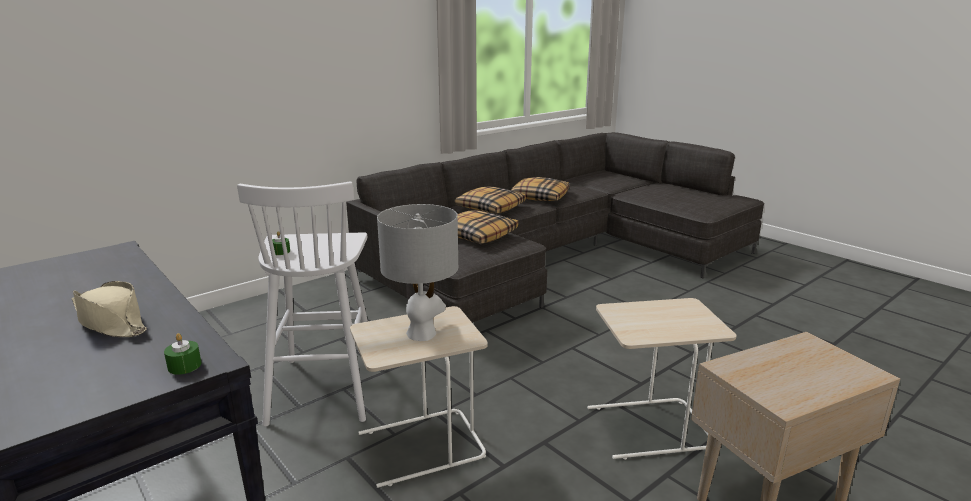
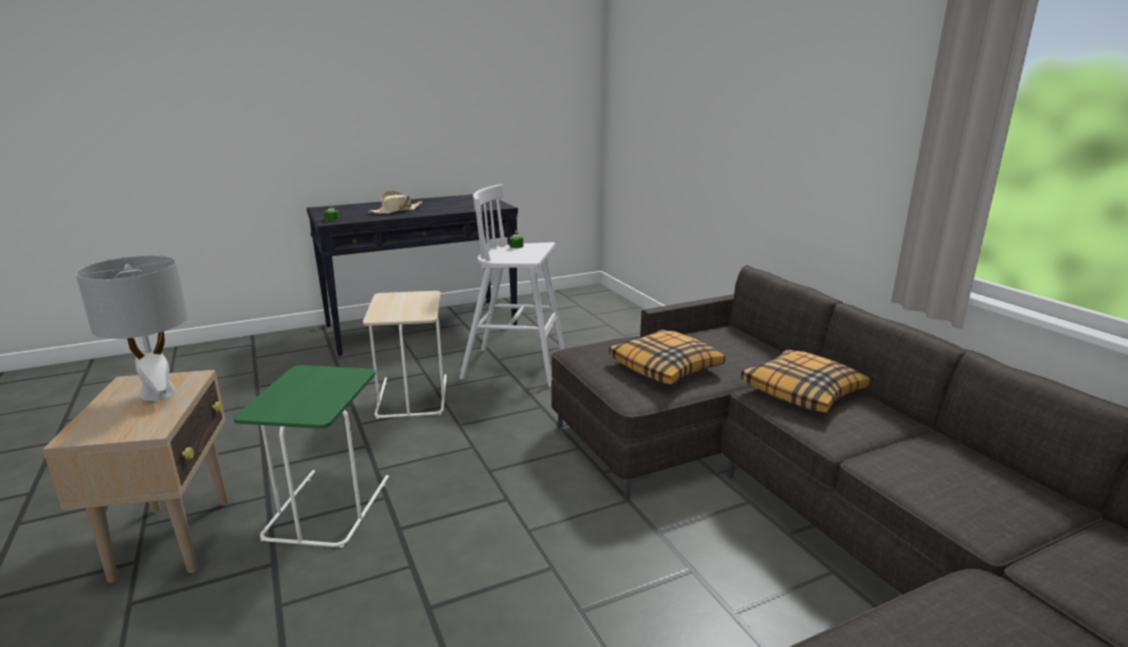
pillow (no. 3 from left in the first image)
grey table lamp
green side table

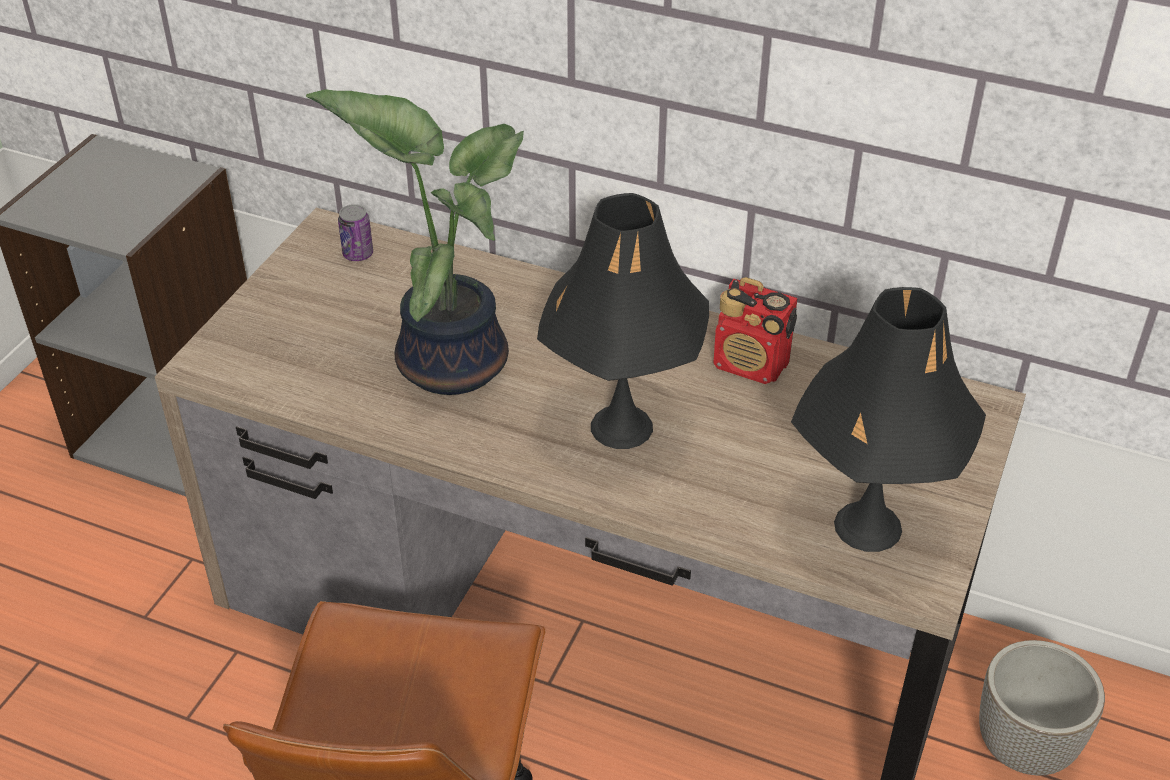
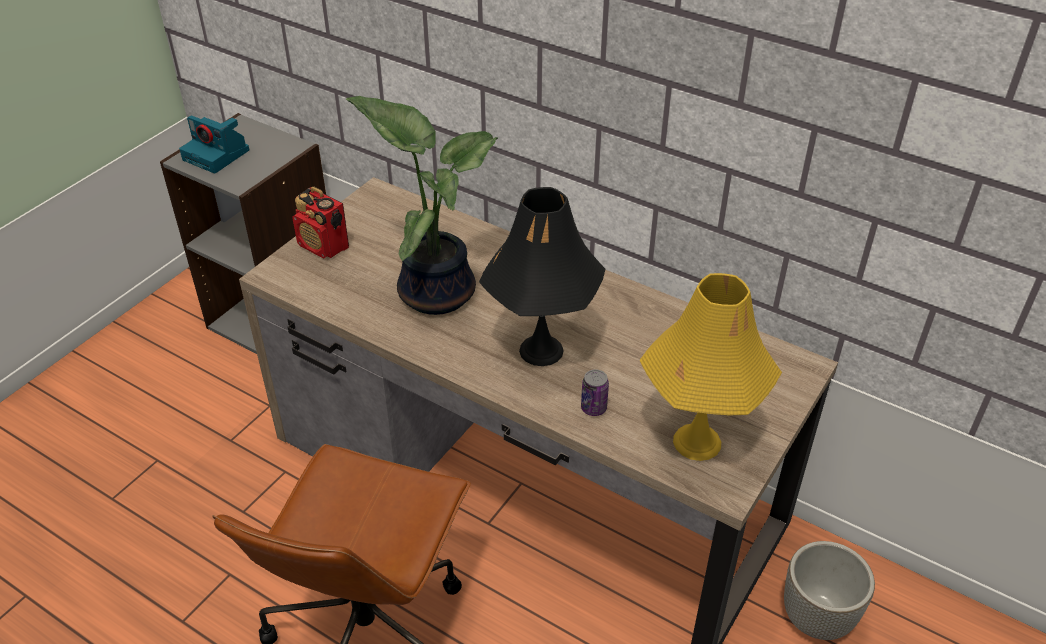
photo camera
can
radio
yellow table lamp

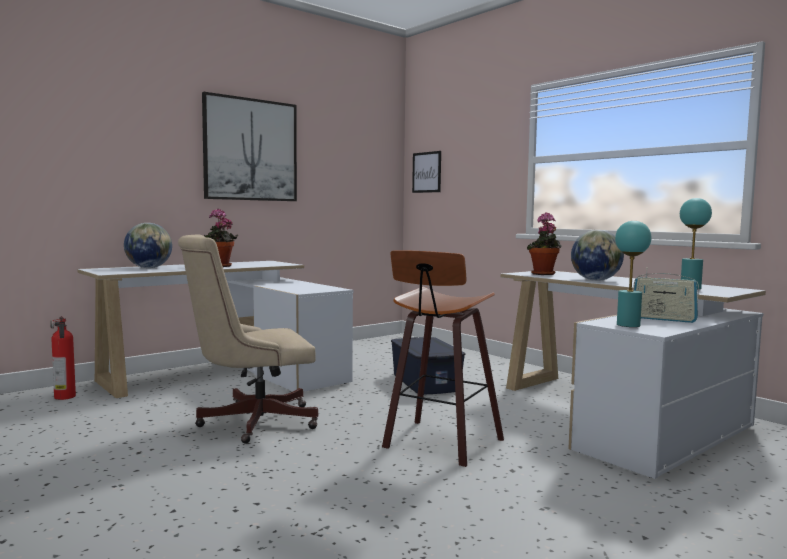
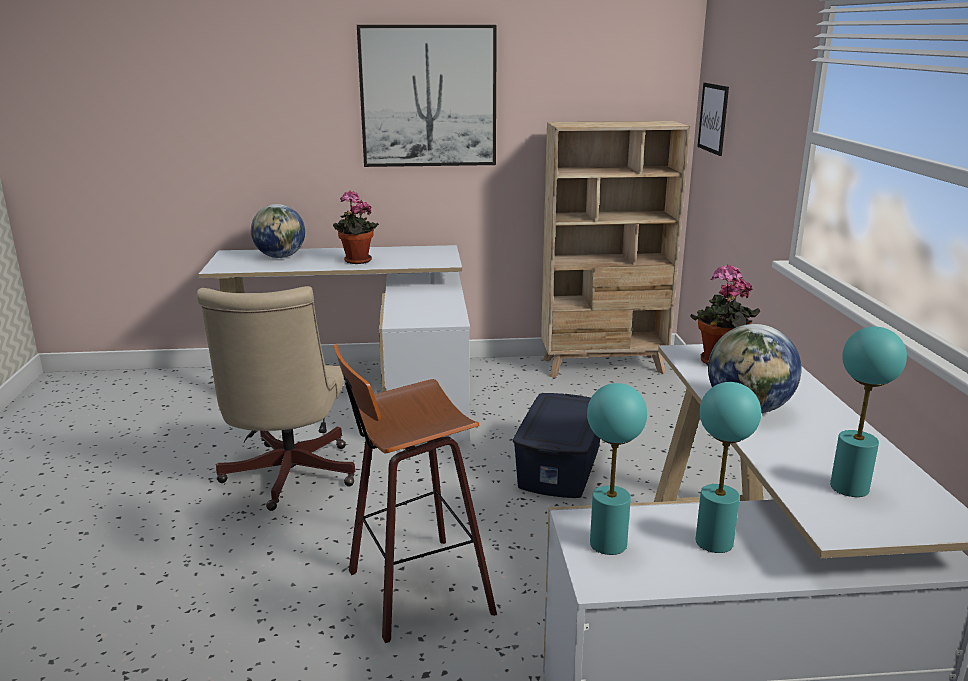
fire extinguisher
beige bookcase
turquoise table lamp (no. 2 from left)
beige office chair

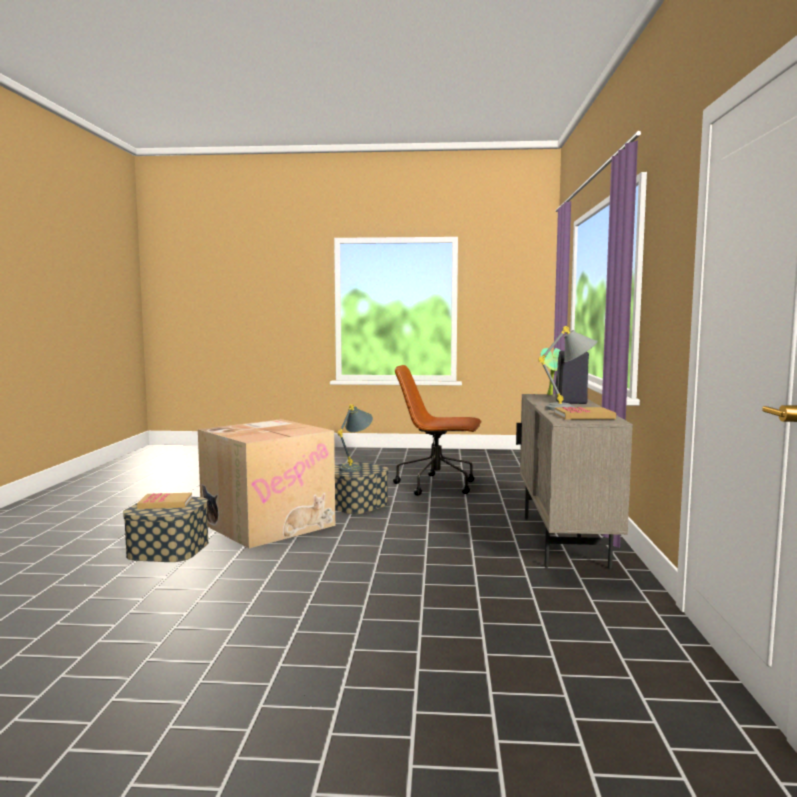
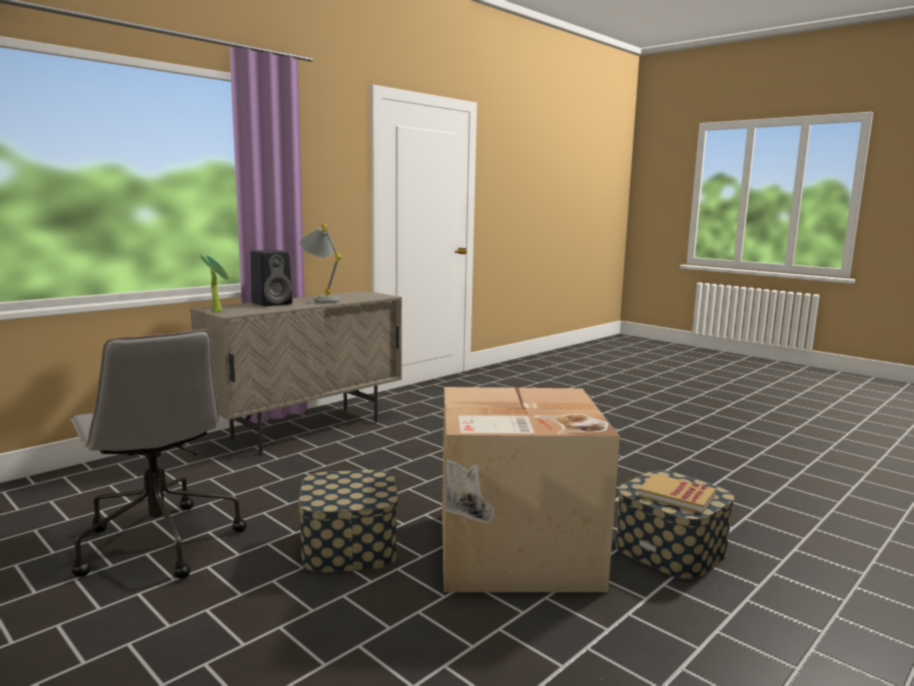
grey table lamp (no. 1 from left in the first image)
book (no. 2 from left in the first image)
grey office chair

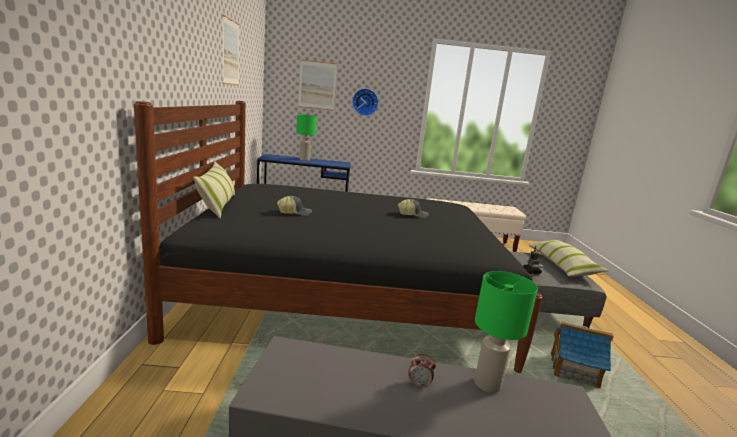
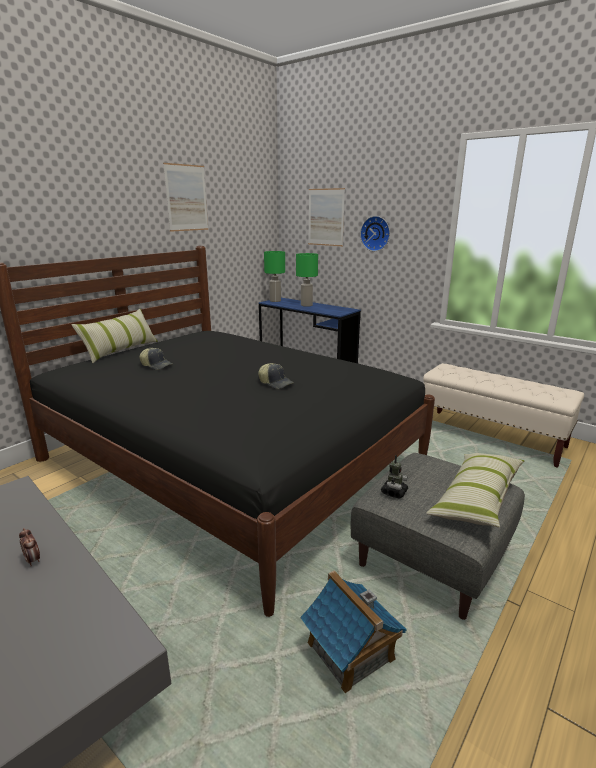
green table lamp (no. 1 from left)

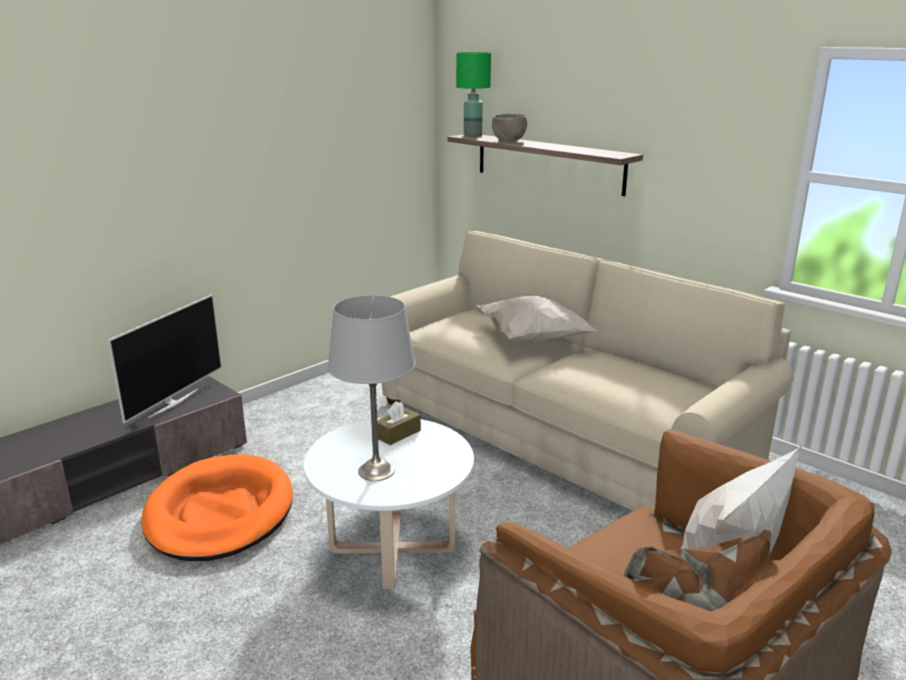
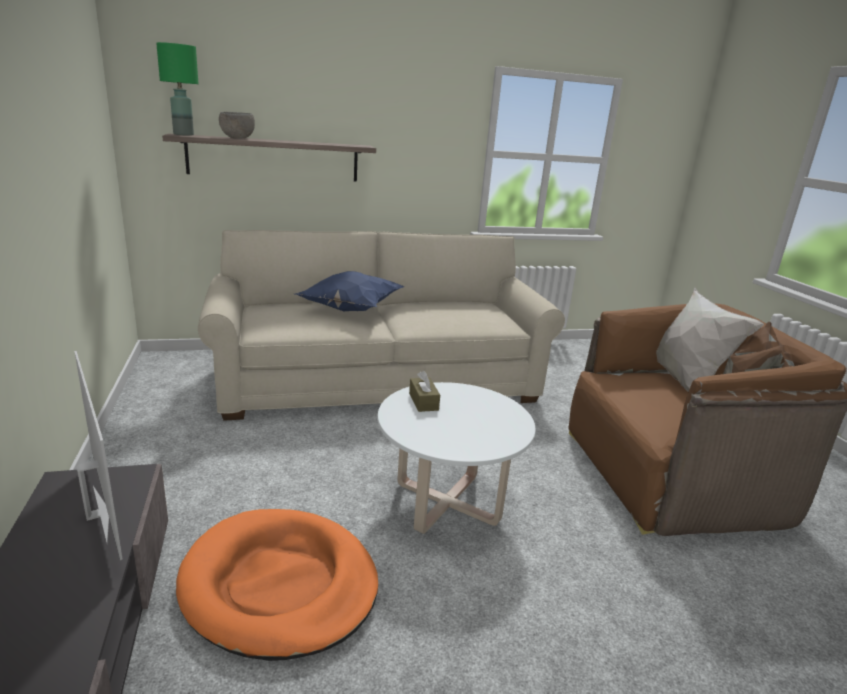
grey table lamp
blue pillow

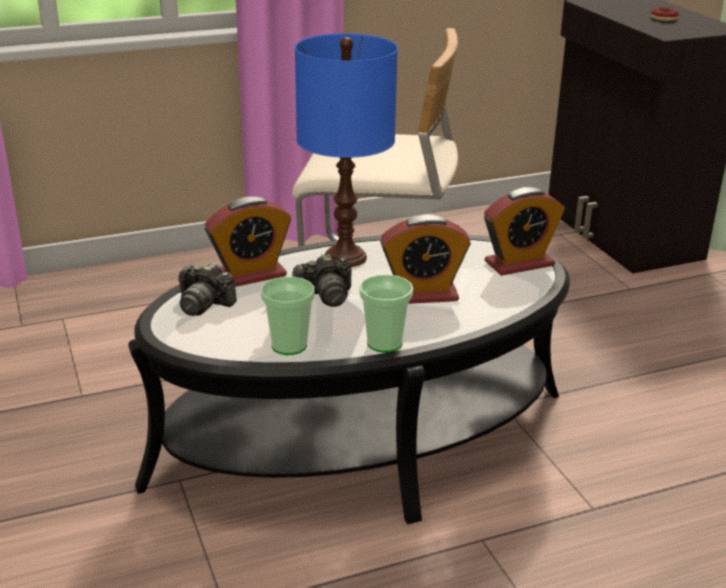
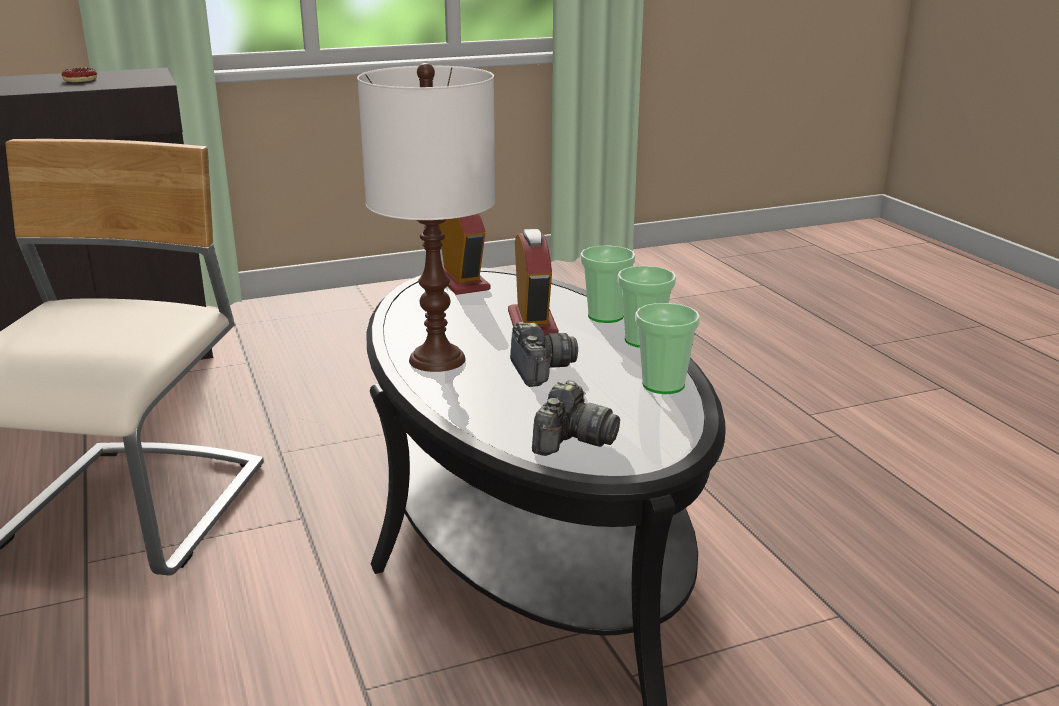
alarm clock (no. 1 from left in the first image)
cup (no. 1 from left)
white table lamp

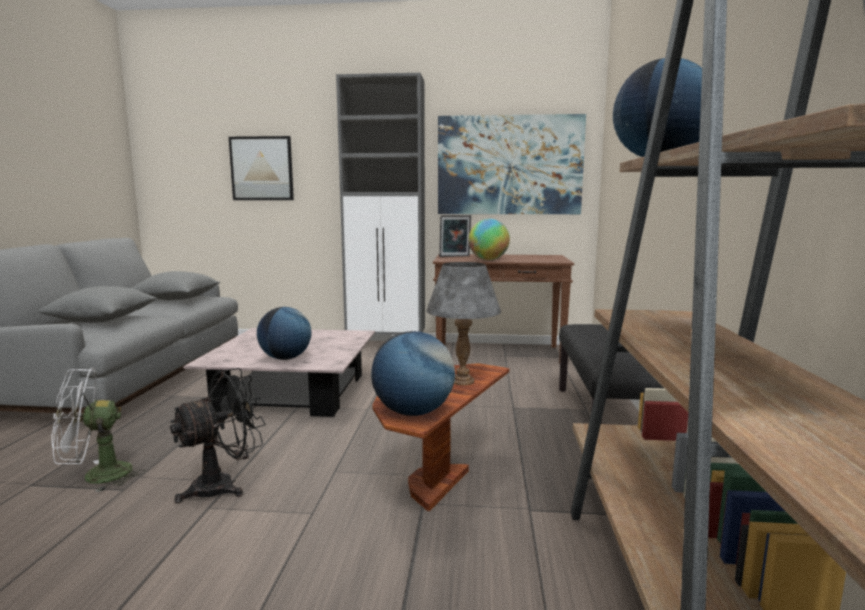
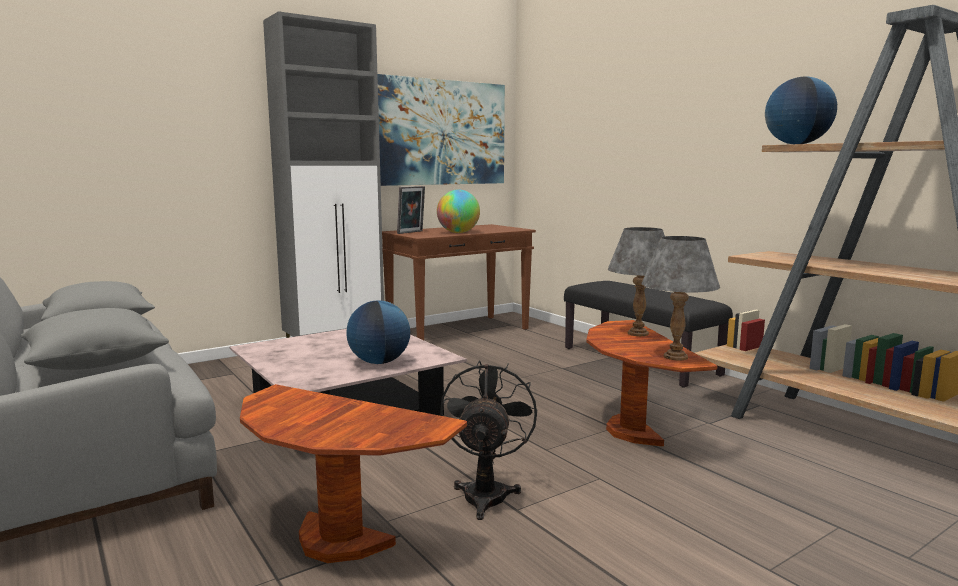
picture (no. 1 from left in the first image)
brown side table (no. 1 from left)
grey table lamp (no. 2 from left)

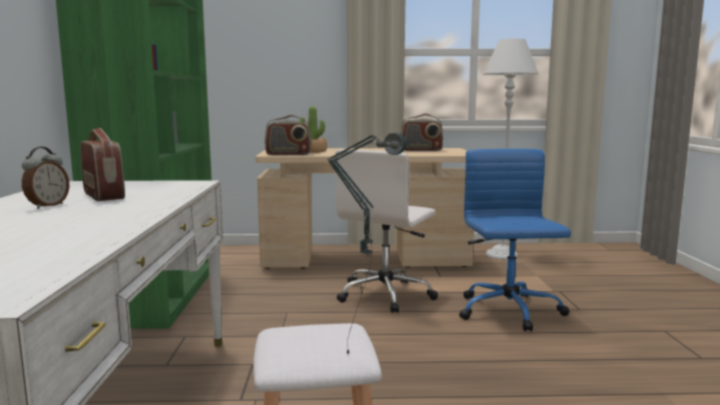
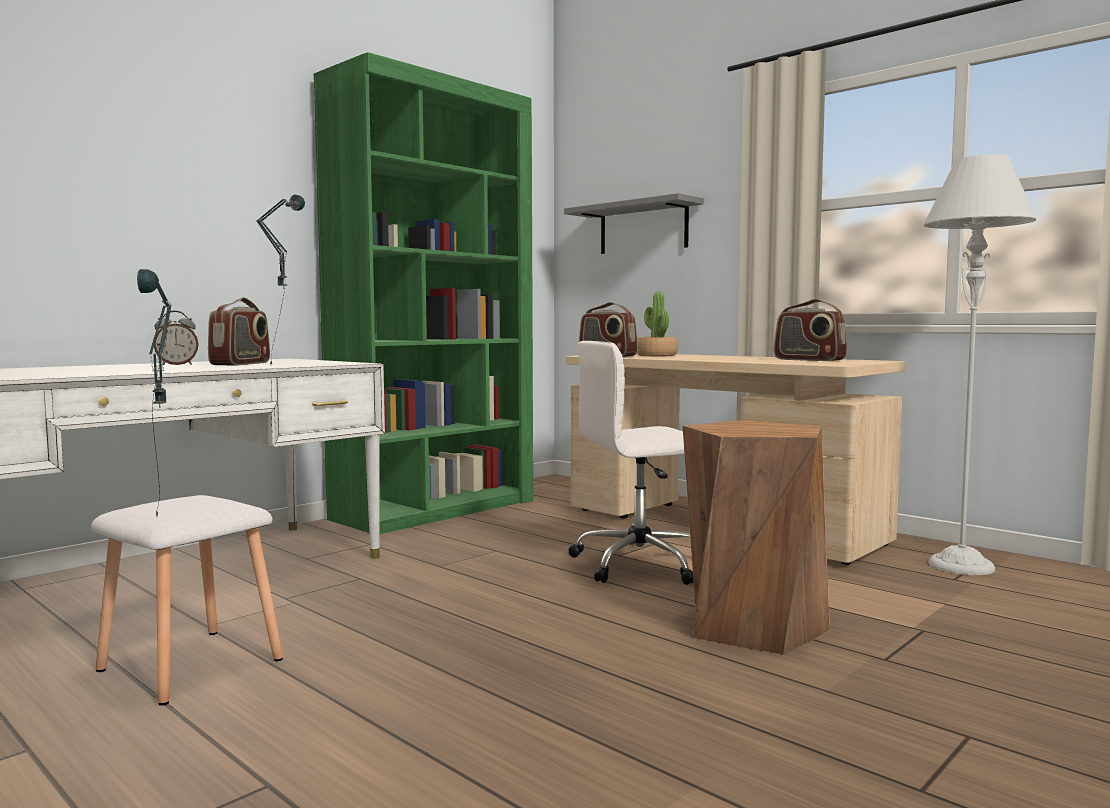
table lamp (no. 2 from left)
grey shelf
brown stool

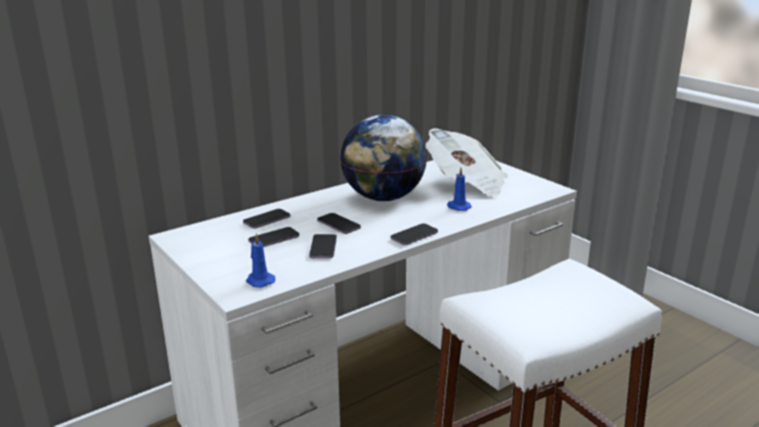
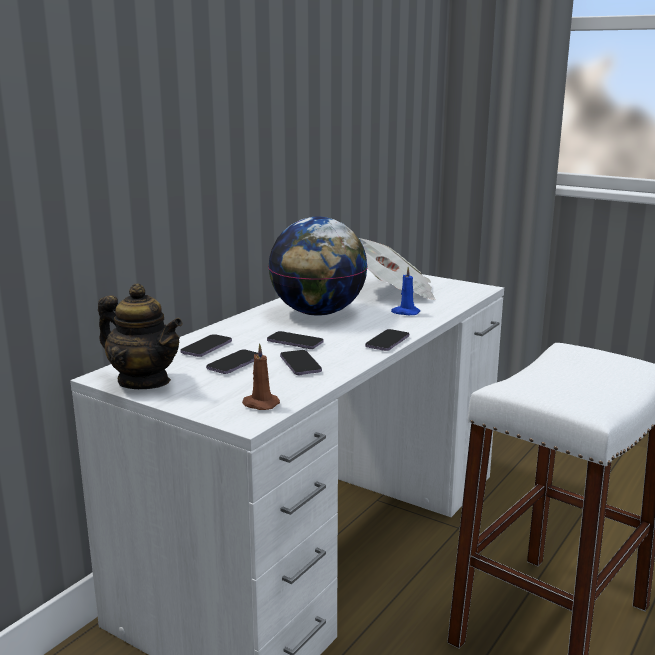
teapot
brown candle

